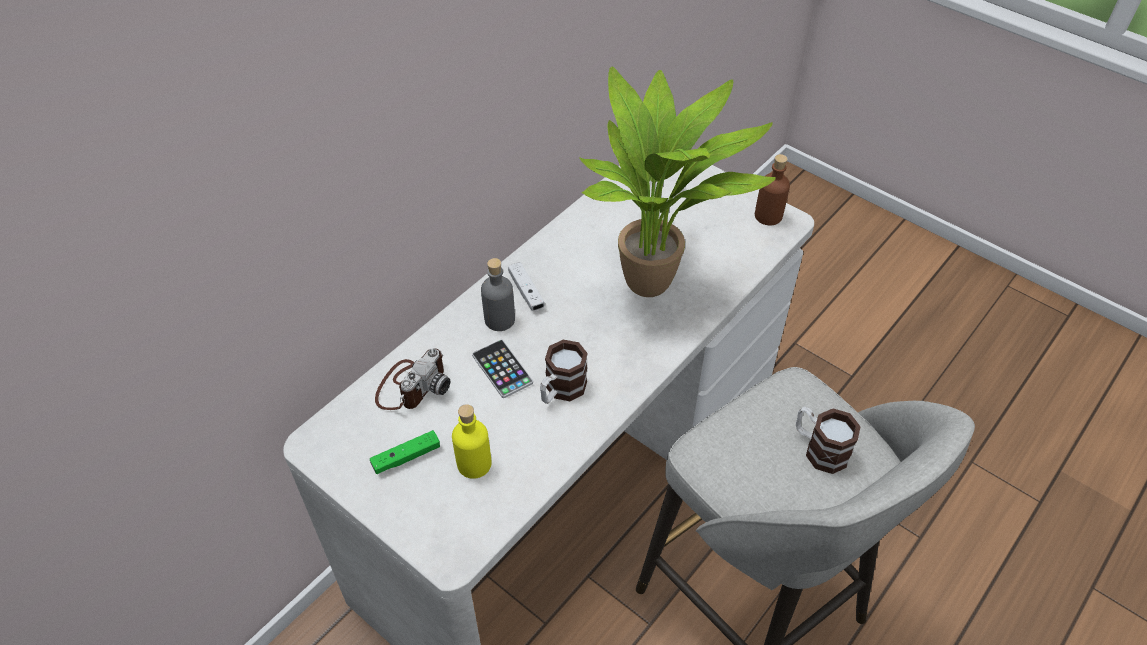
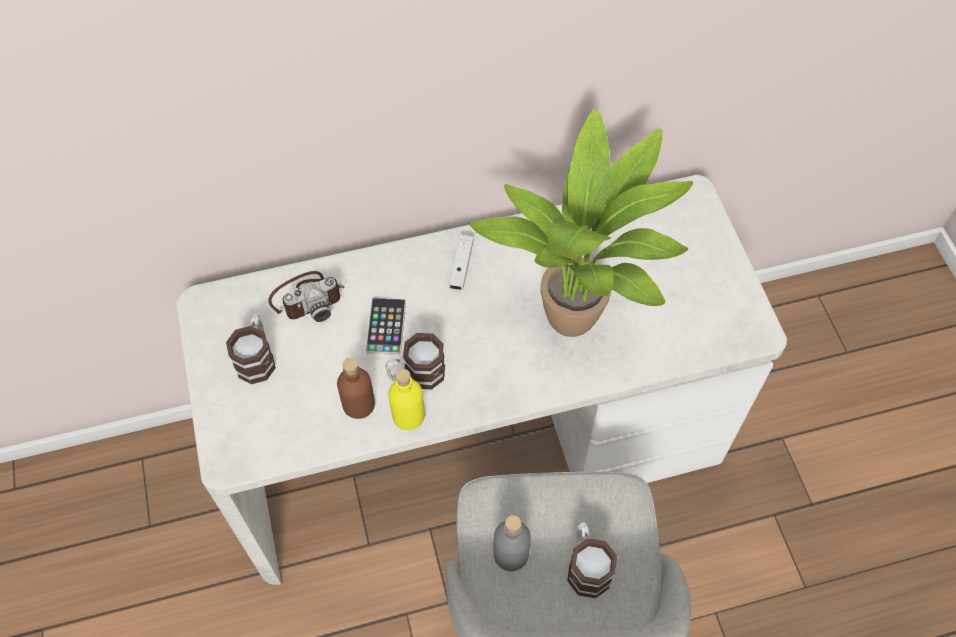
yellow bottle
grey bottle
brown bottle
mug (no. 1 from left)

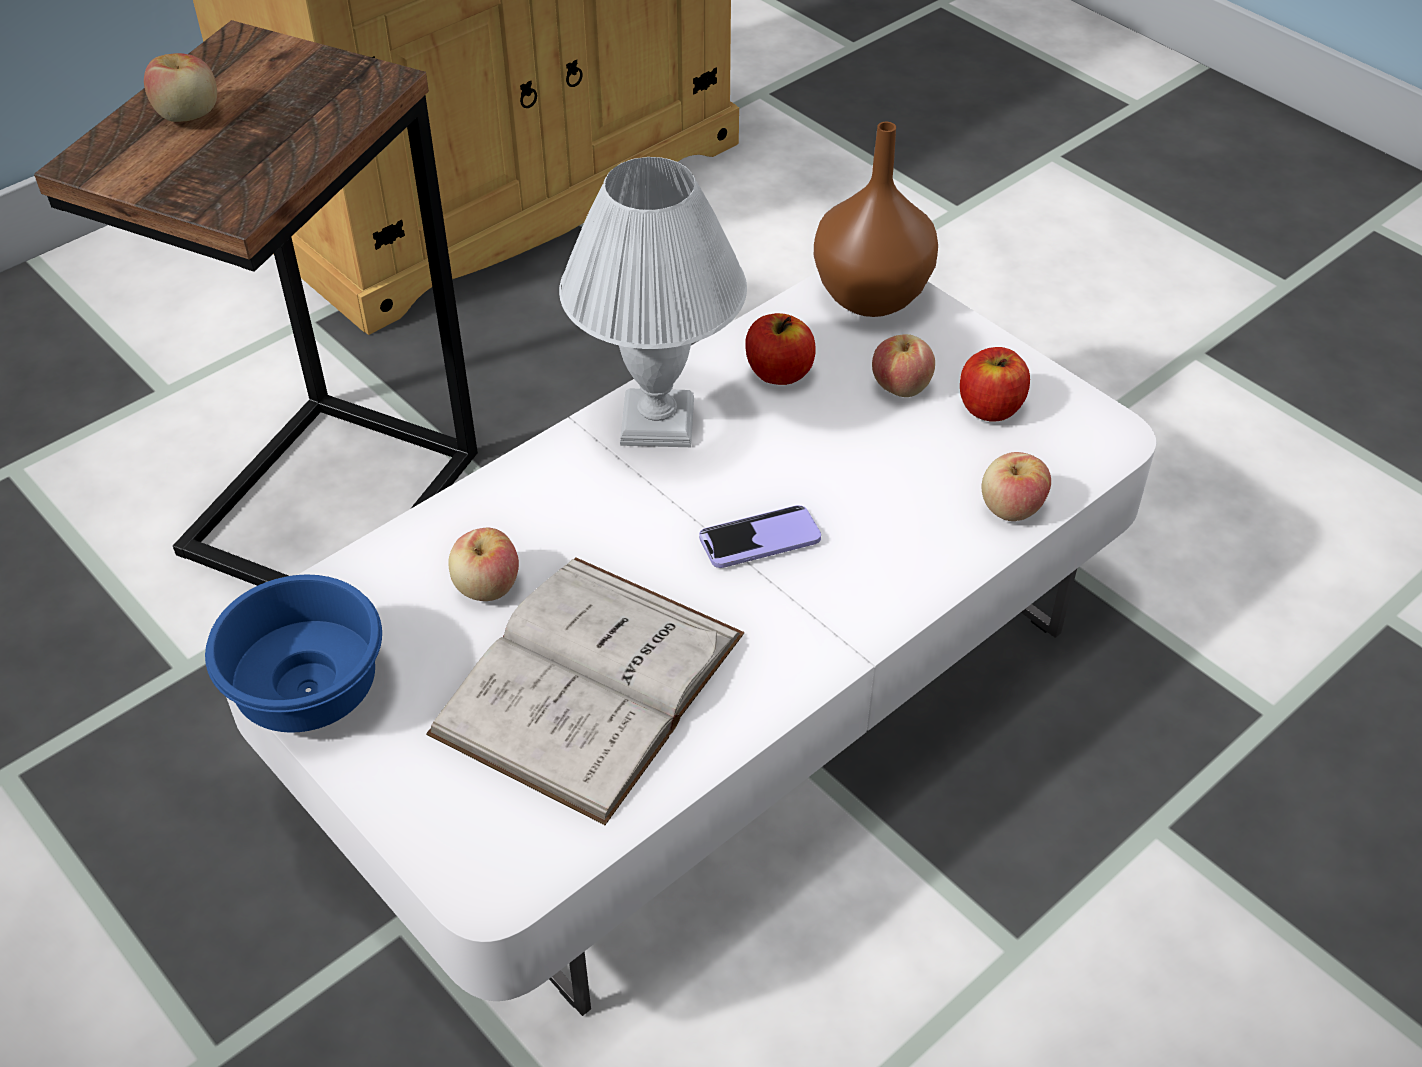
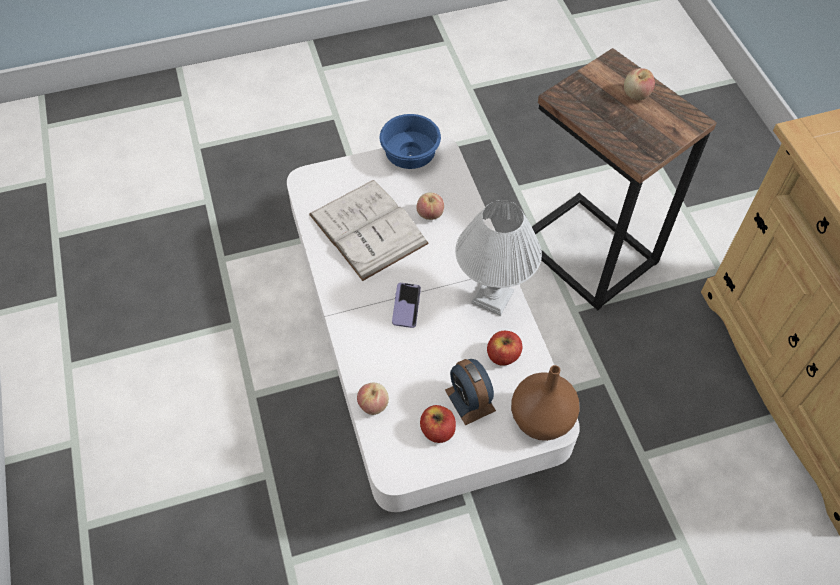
alarm clock

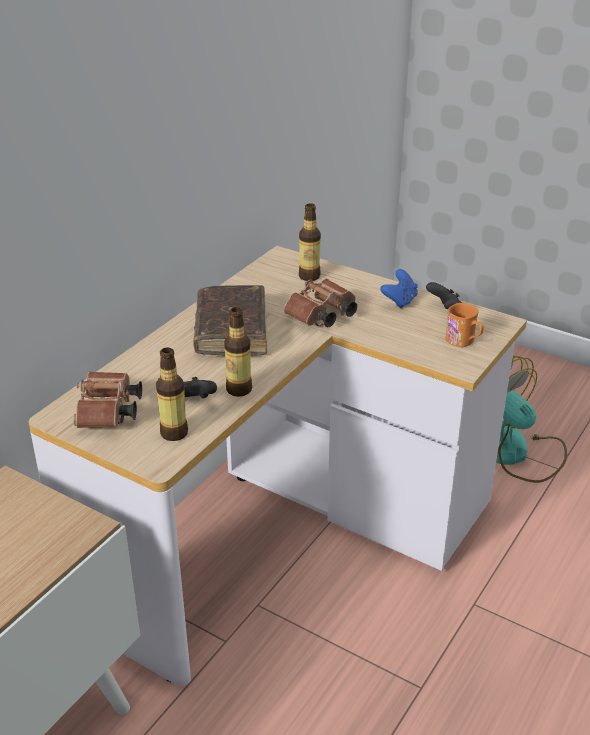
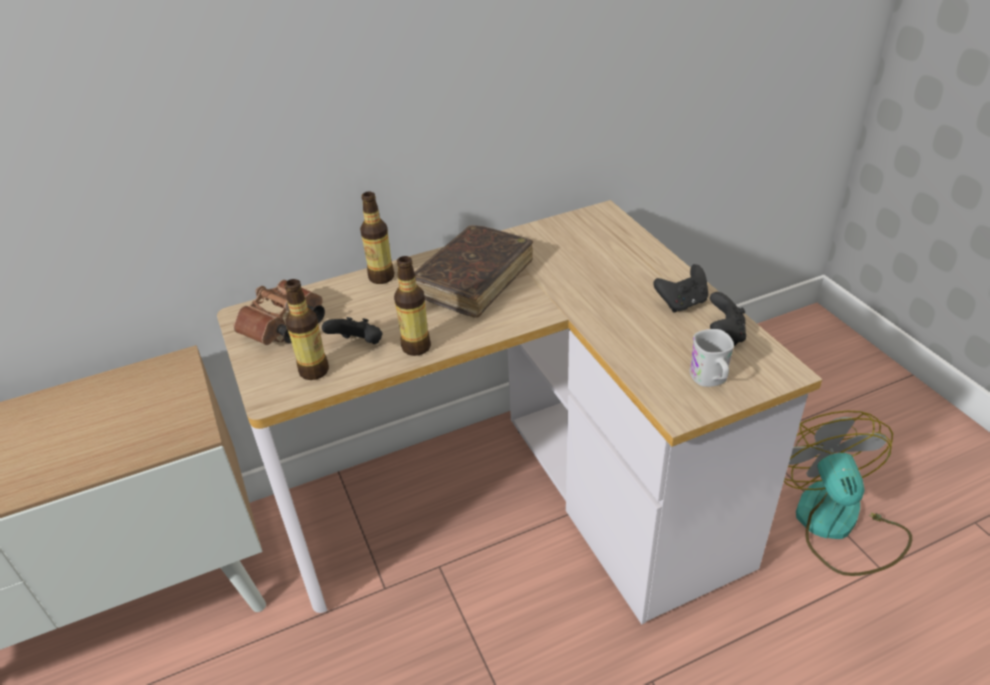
brown binoculars (no. 2 from left in the first image)
bottle (no. 2 from left)
black game controller (no. 2 from left)
white mug

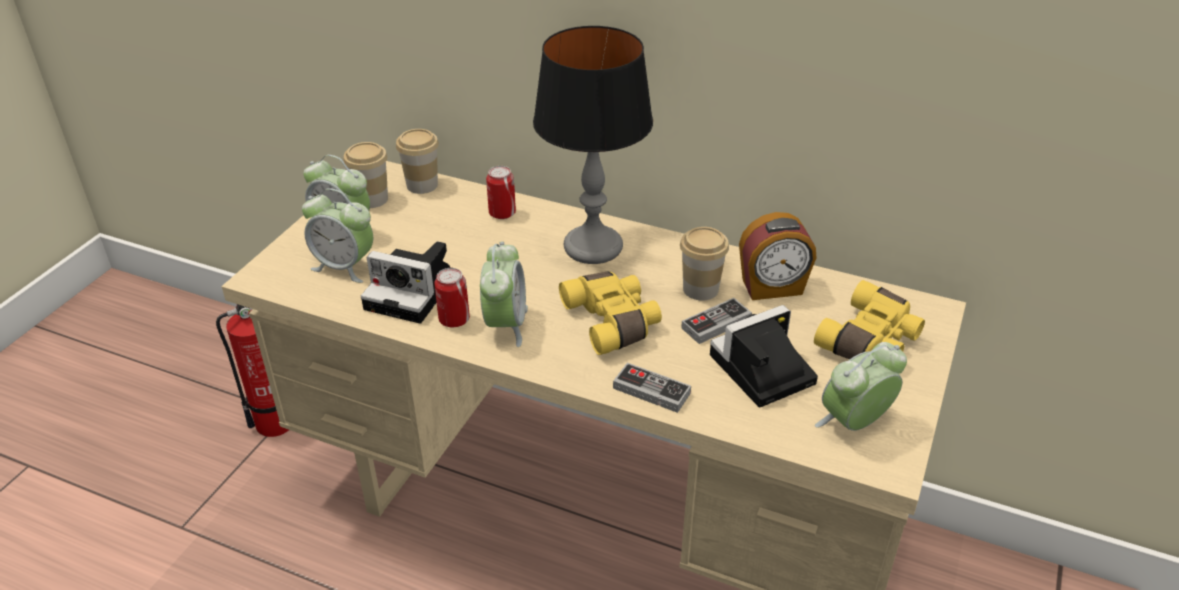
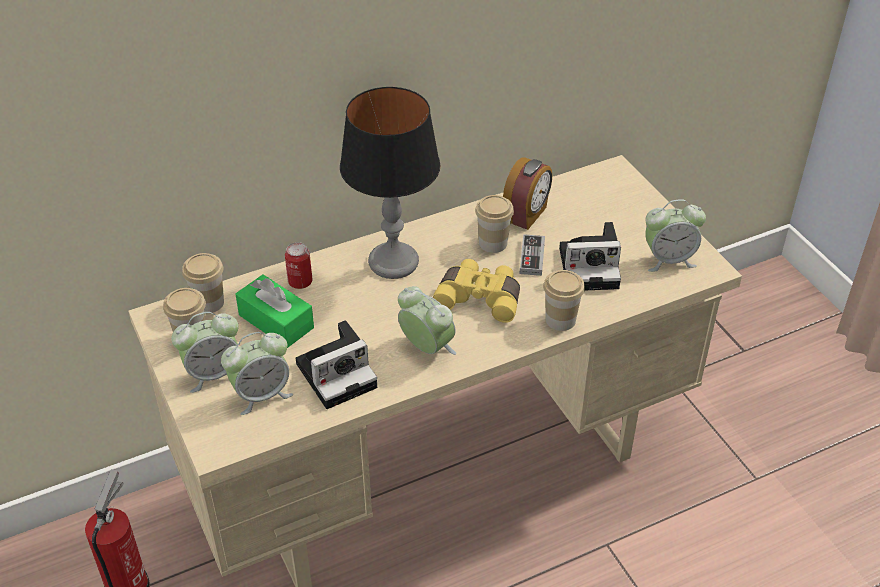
can (no. 1 from left in the first image)
yellow binoculars (no. 2 from left in the first image)
green tissue box
cup (no. 4 from left)
photo camera (no. 2 from left)
alarm clock (no. 5 from left)

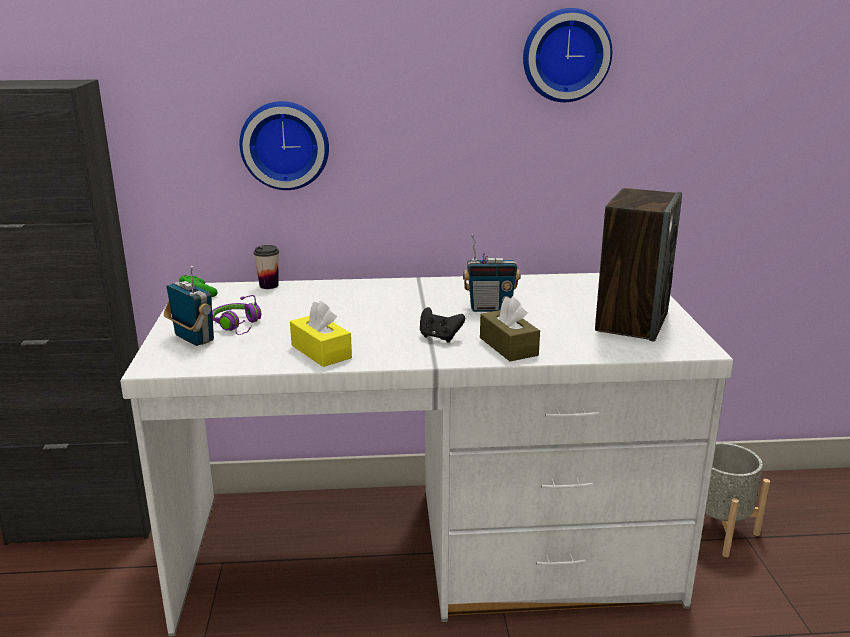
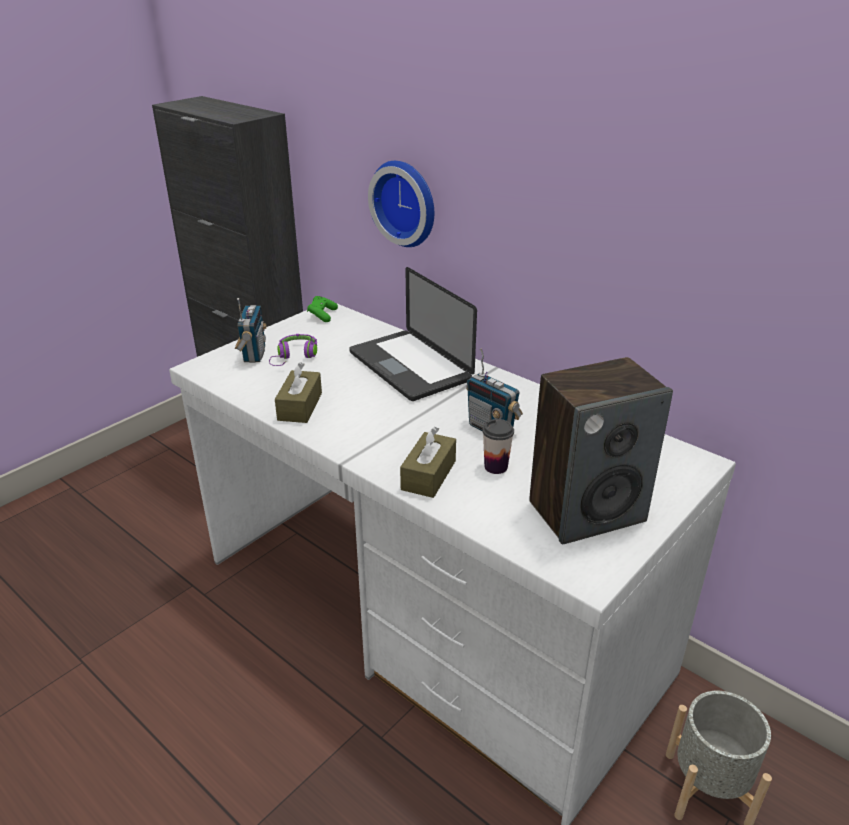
black game controller
wall clock (no. 2 from left in the first image)
laptop
cup
brown tissue box (no. 1 from left)

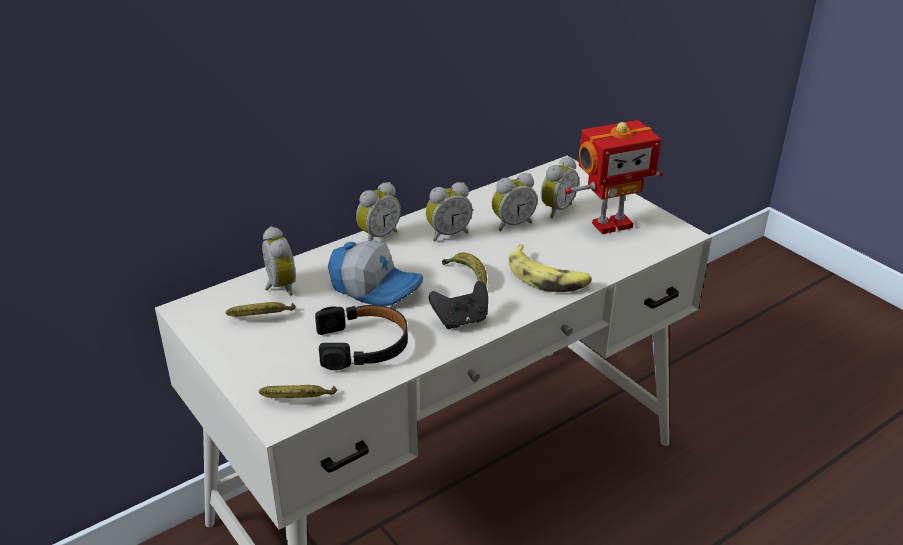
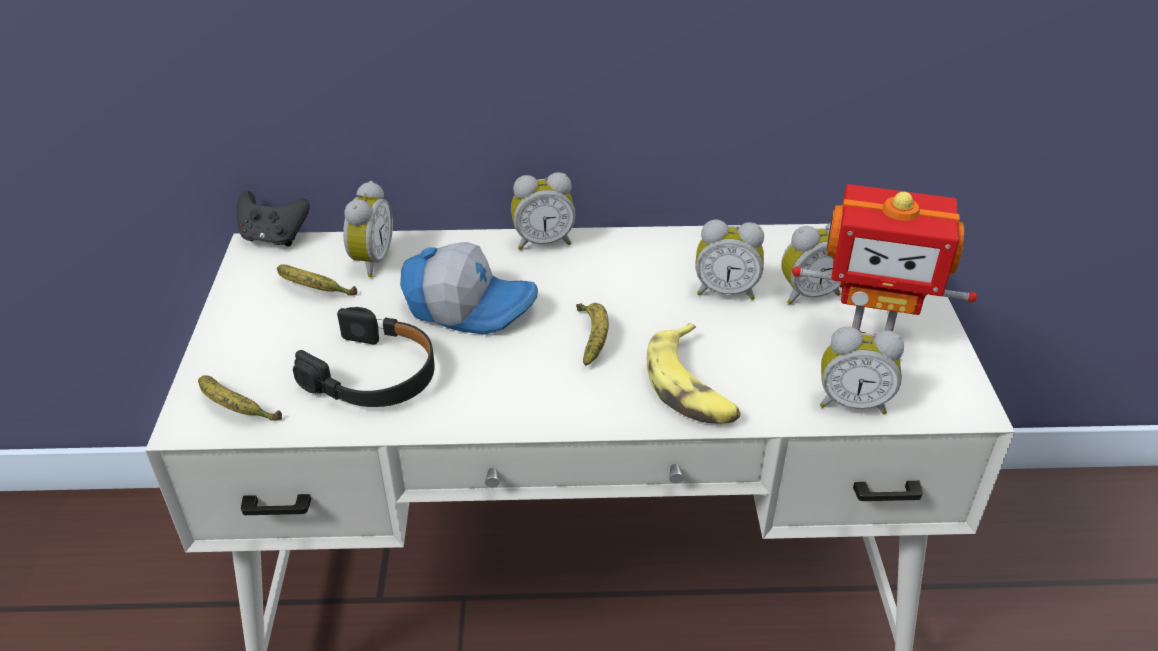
alarm clock (no. 5 from left)
black game controller
cap

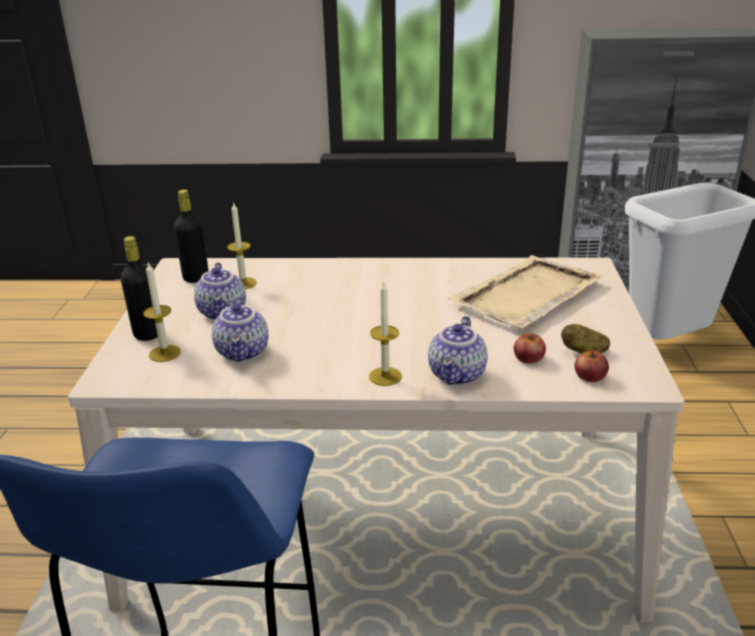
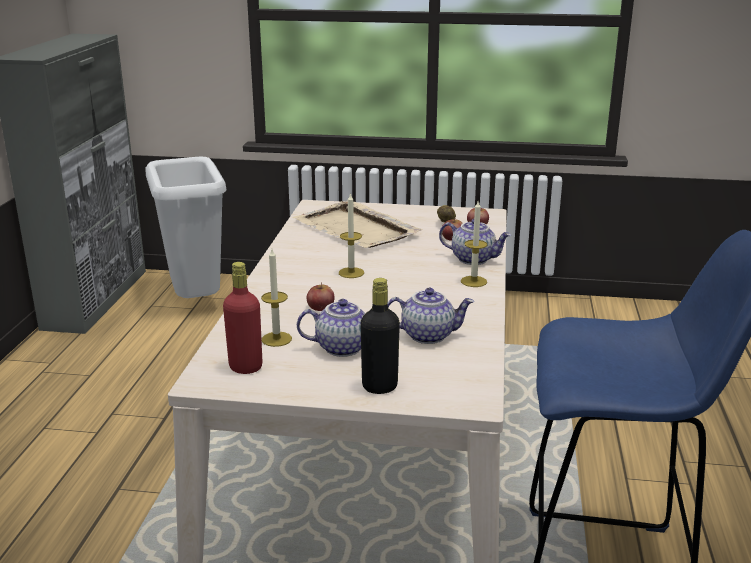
apple (no. 1 from left)
candle (no. 2 from left)
red bottle

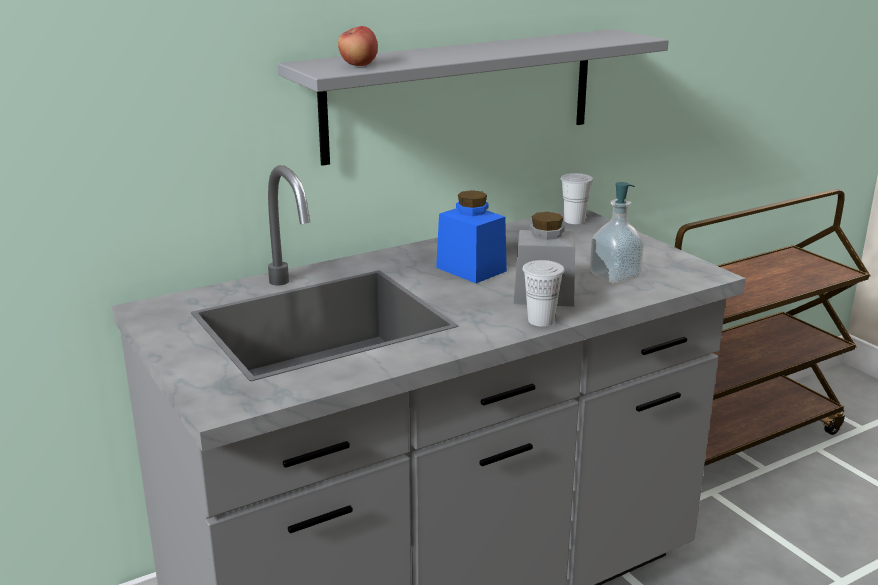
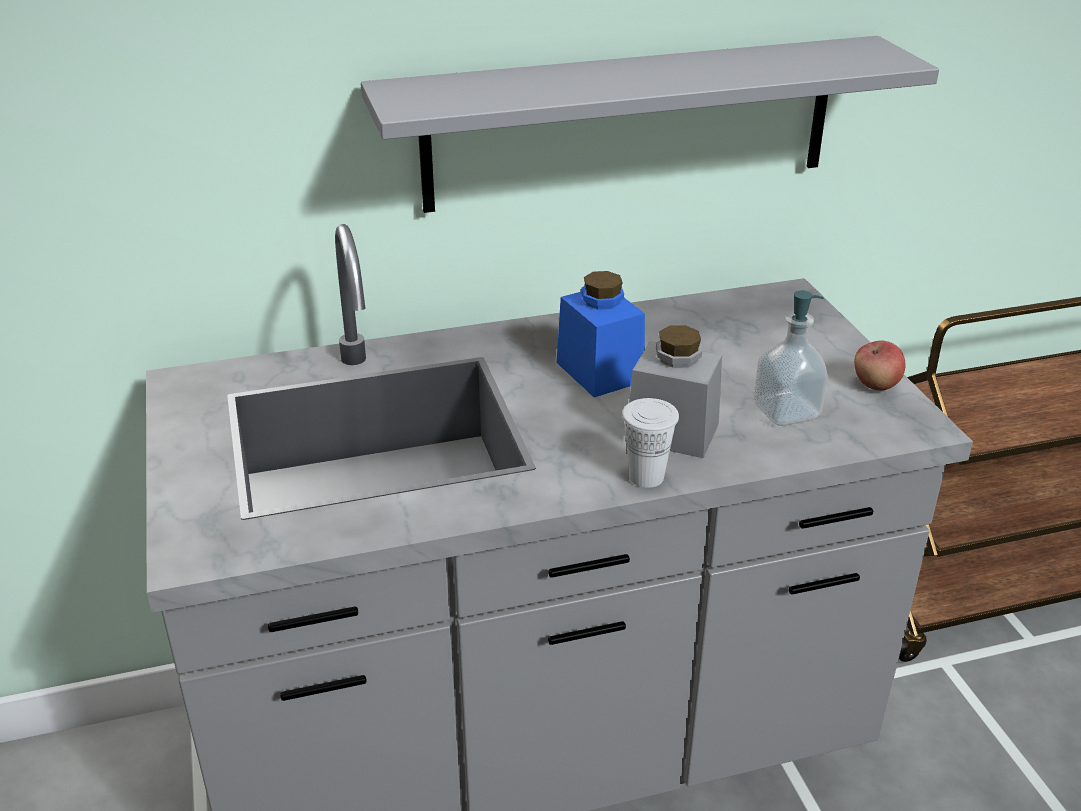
white cup (no. 2 from left in the first image)
apple

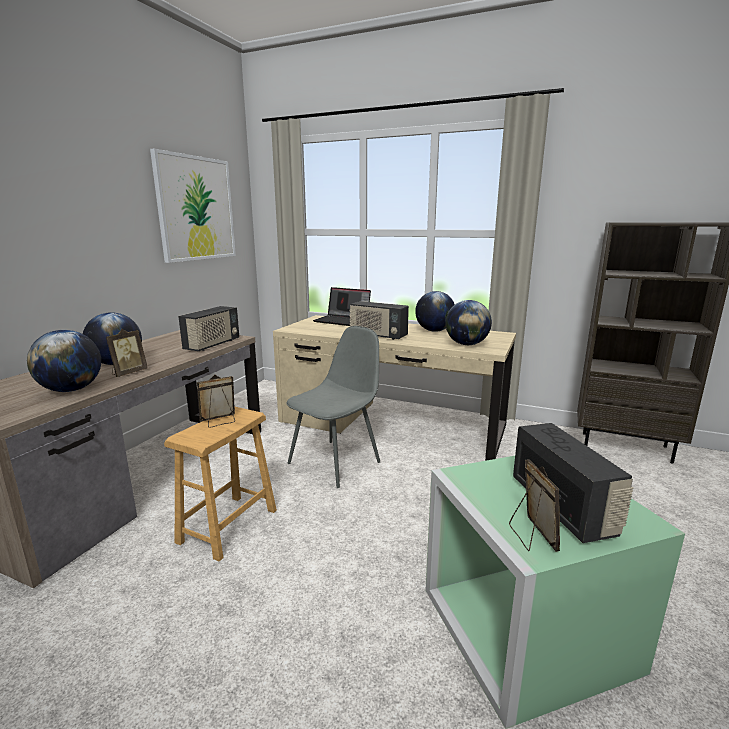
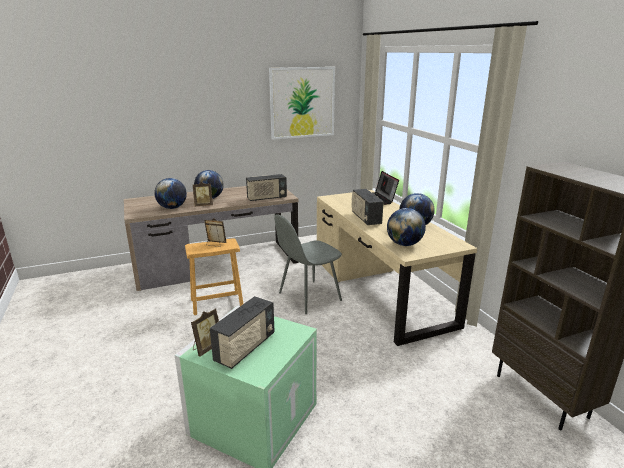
grey chair

